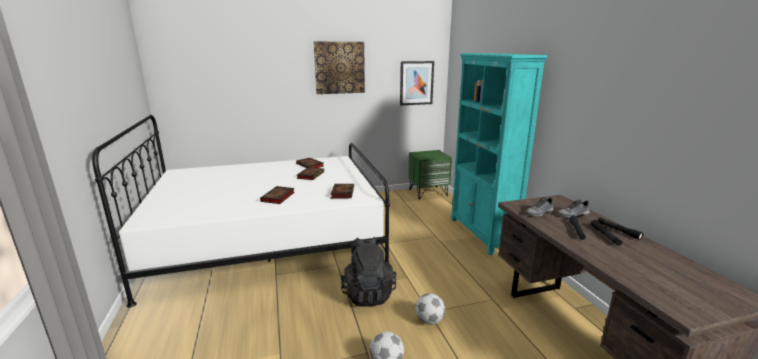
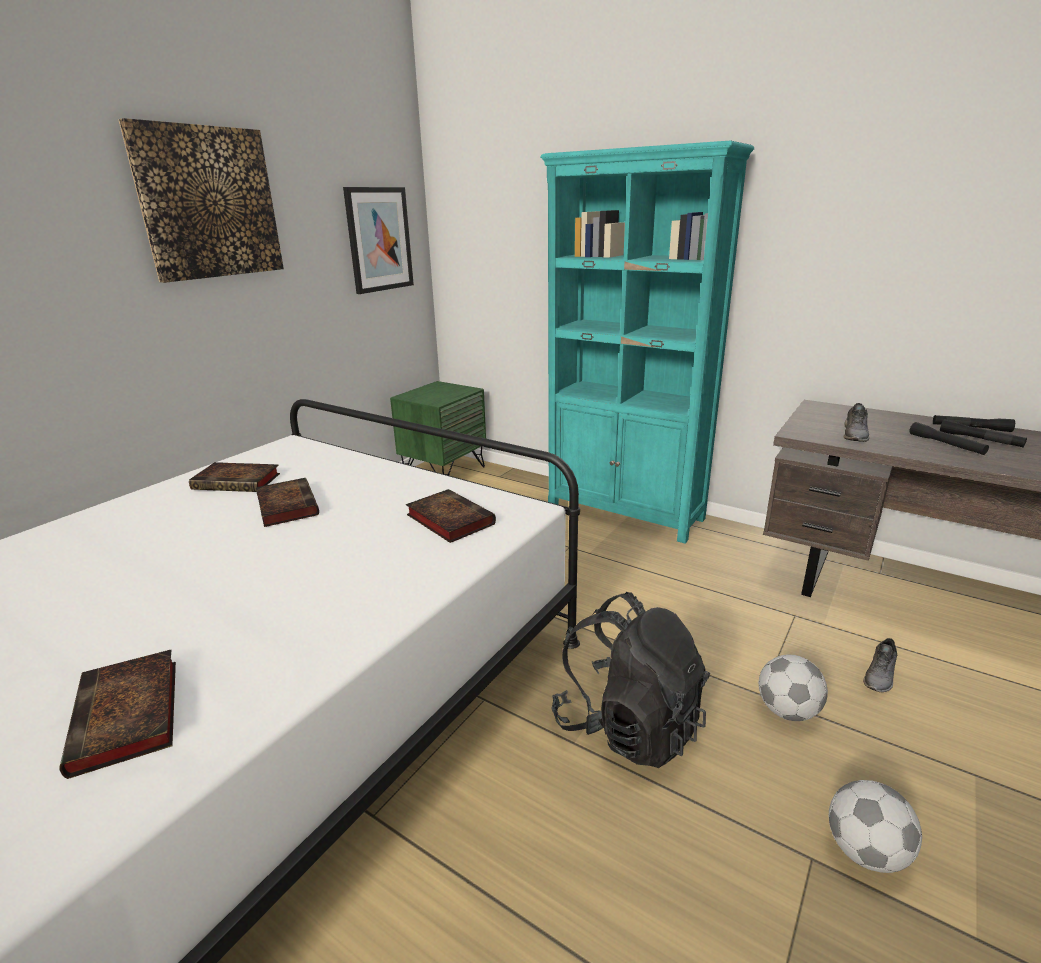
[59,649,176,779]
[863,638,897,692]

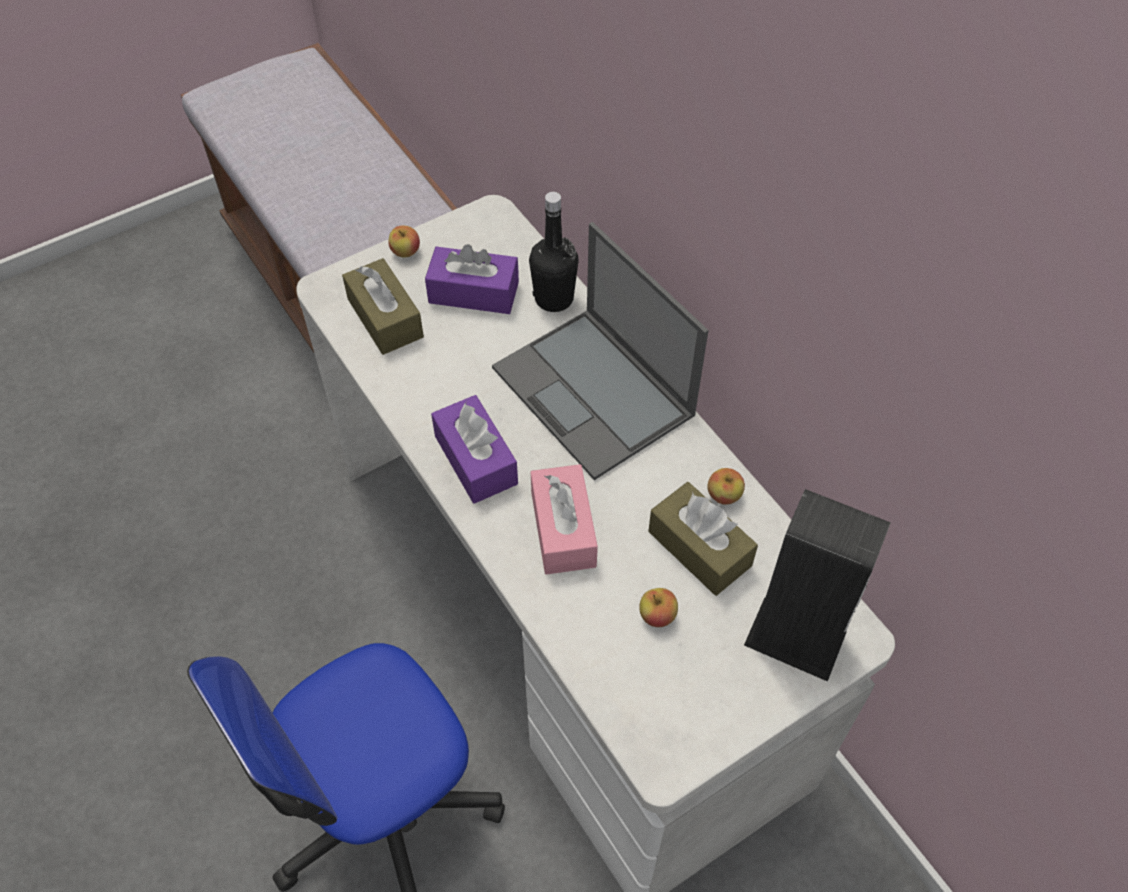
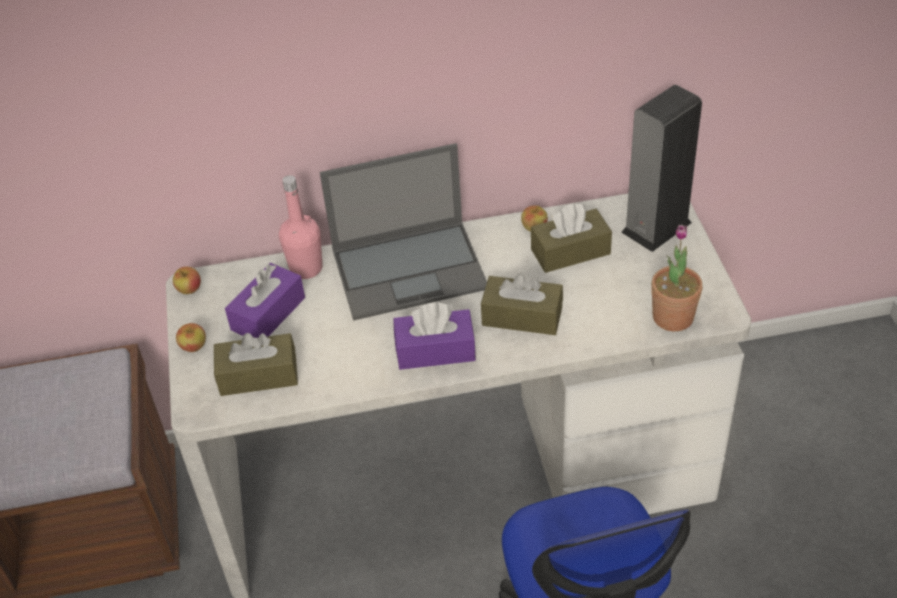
[279,175,322,279]
[481,273,563,335]
[173,267,201,294]
[651,225,703,332]

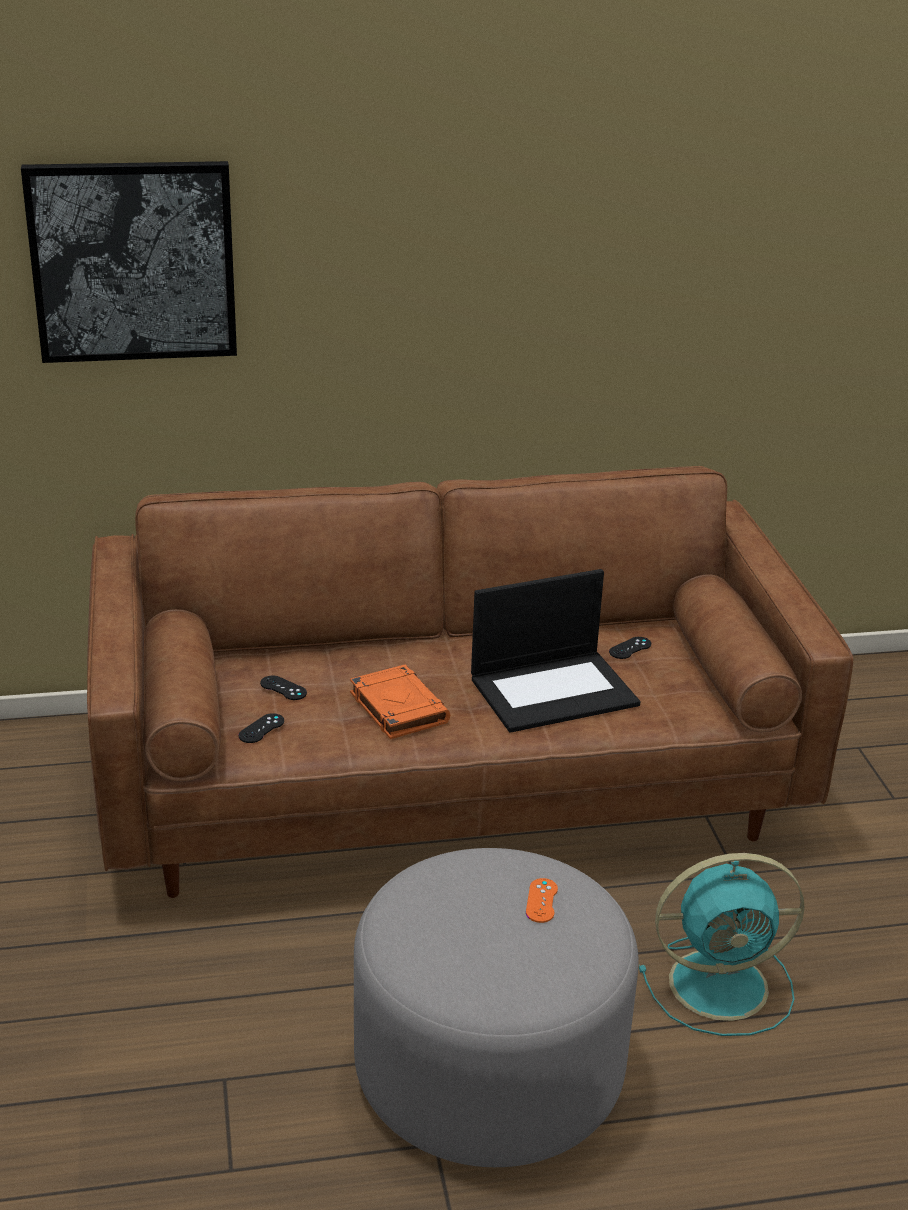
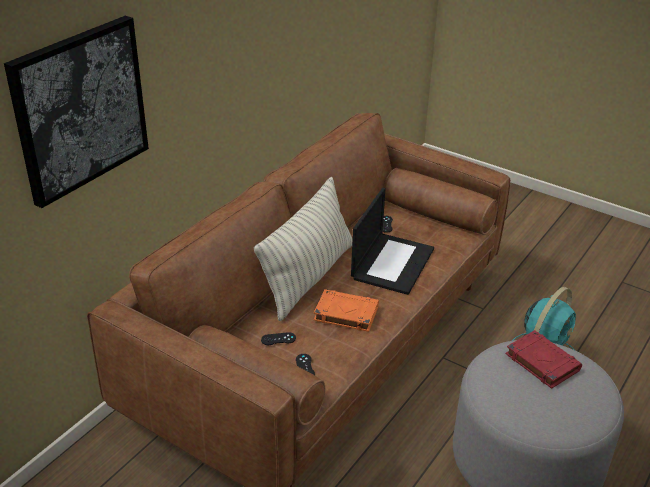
[506,330,582,389]
[254,177,352,321]

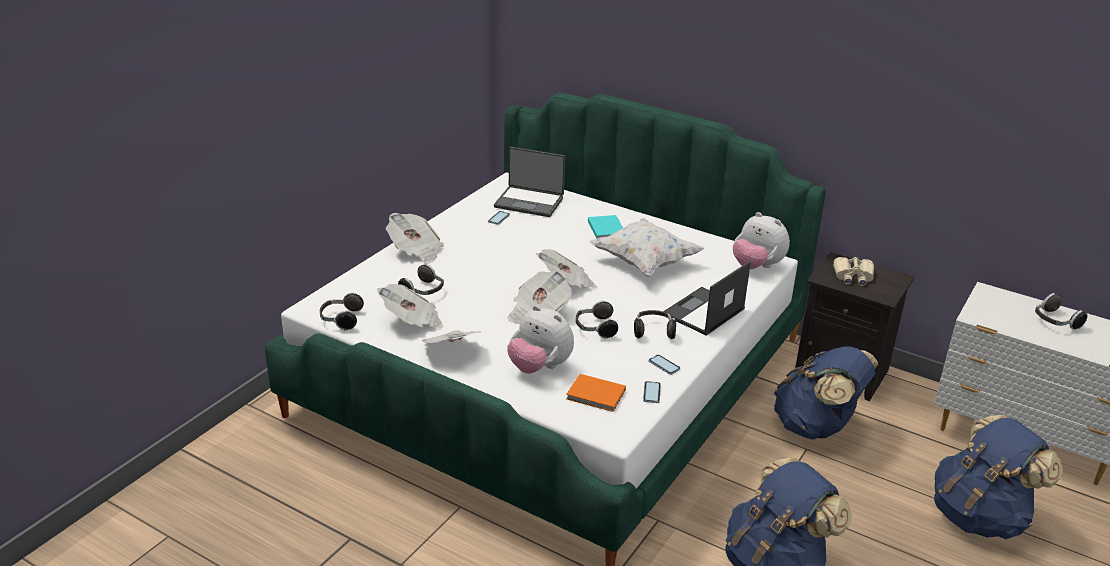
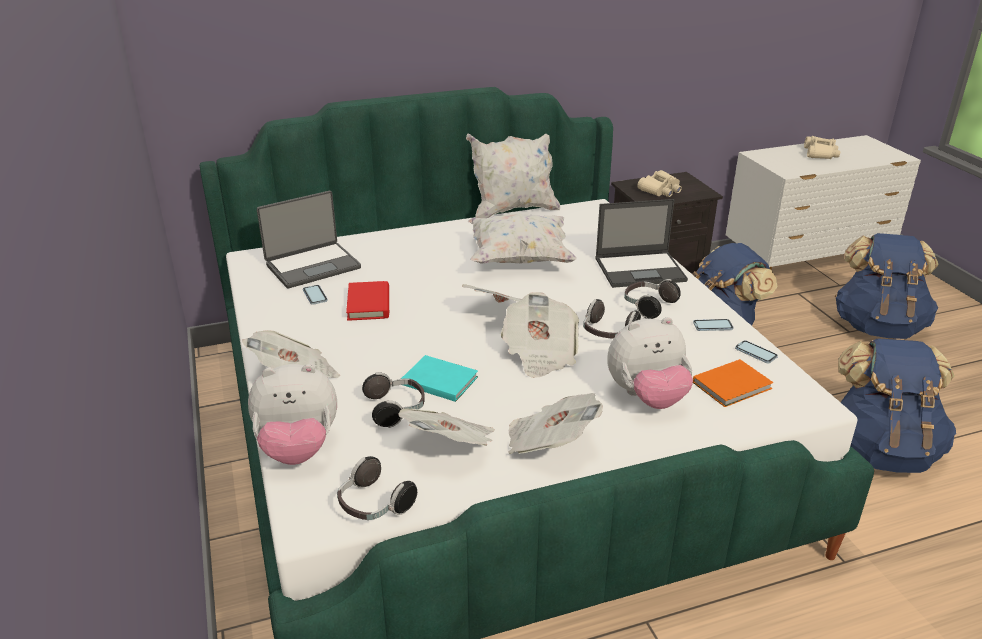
[248,364,337,465]
[401,355,478,402]
[595,199,688,288]
[804,136,840,159]
[466,133,560,218]
[346,281,389,321]

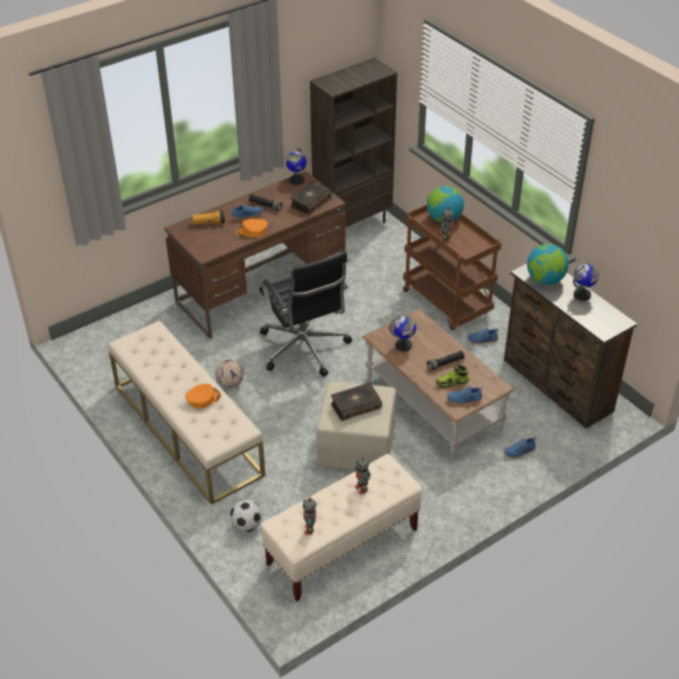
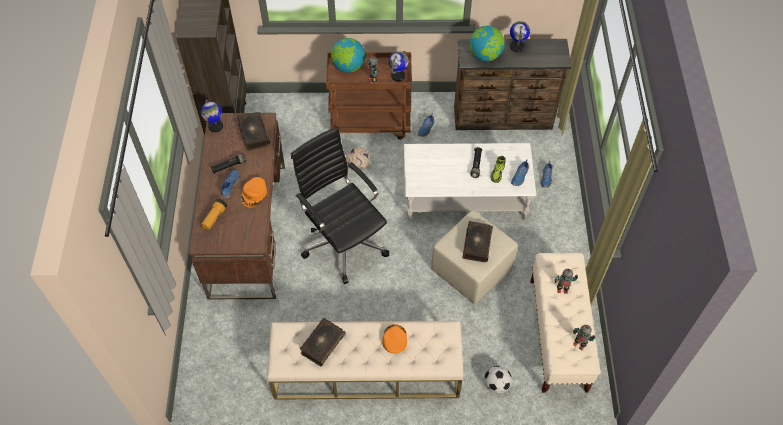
[291,127,389,284]
[404,143,536,221]
[389,51,409,81]
[346,147,370,171]
[300,318,346,366]

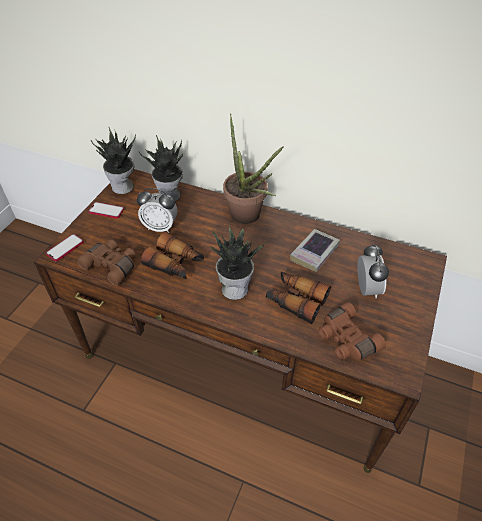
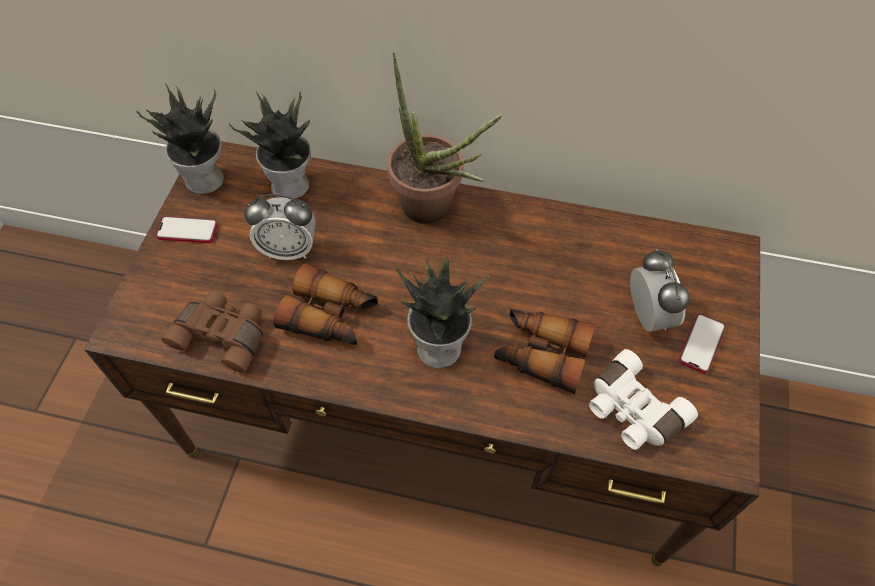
[290,229,340,272] (first image)
[679,314,726,374]
[589,349,698,450]

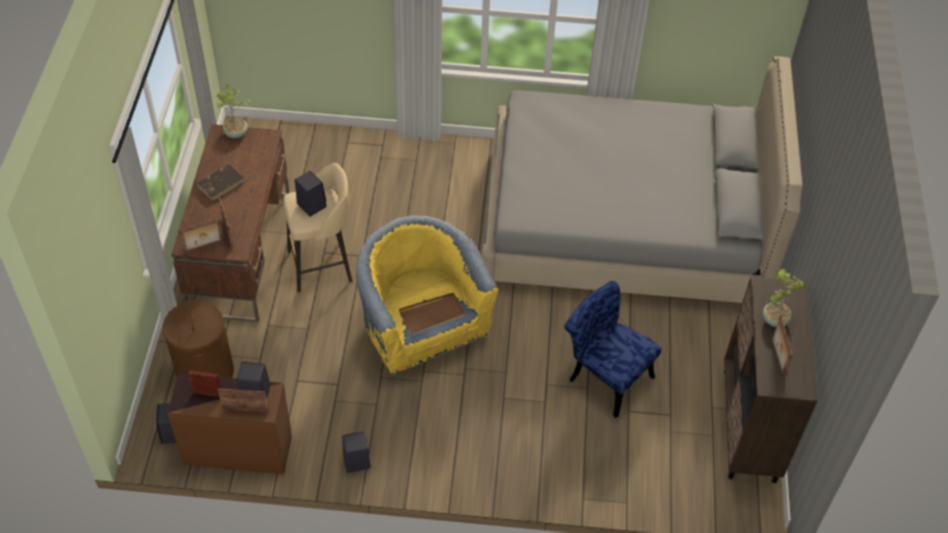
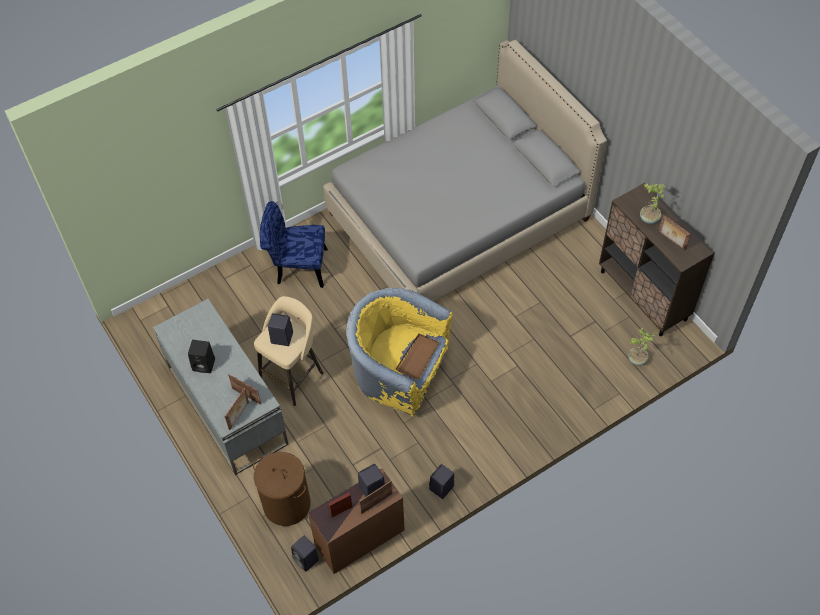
[628,328,658,366]
[153,299,289,475]
[188,340,215,373]
[260,201,328,288]

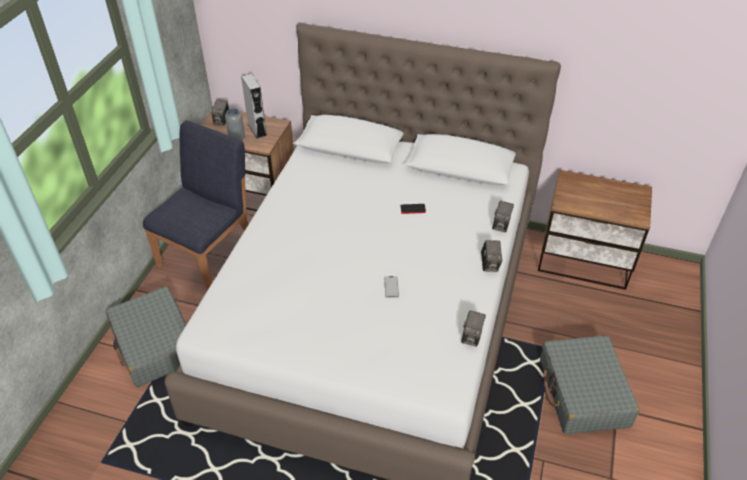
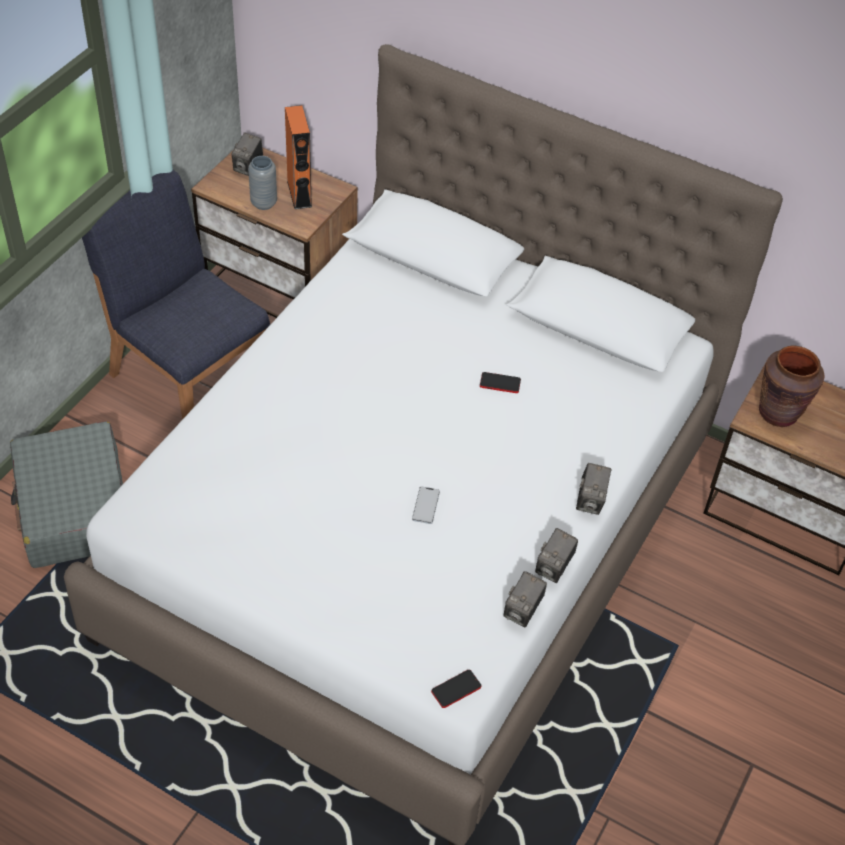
[285,105,312,209]
[82,170,270,420]
[535,528,578,583]
[540,336,639,434] (first image)
[759,345,824,427]
[431,670,482,708]

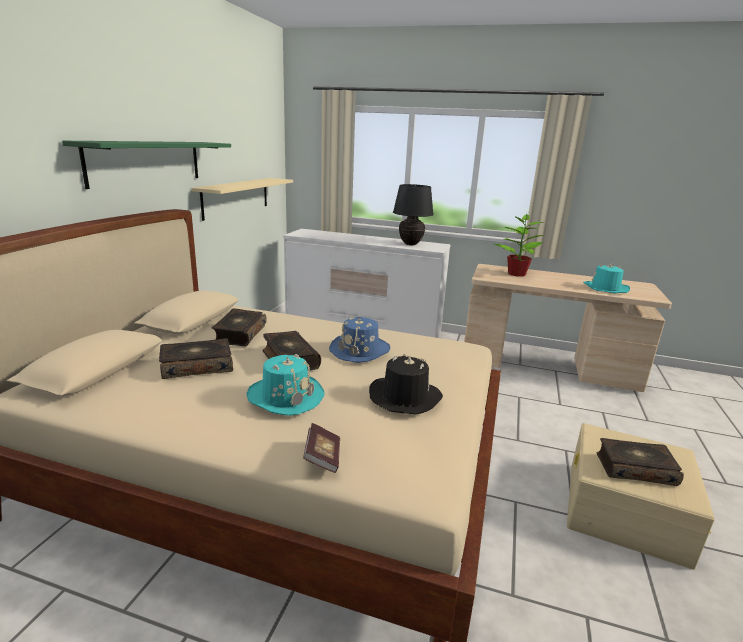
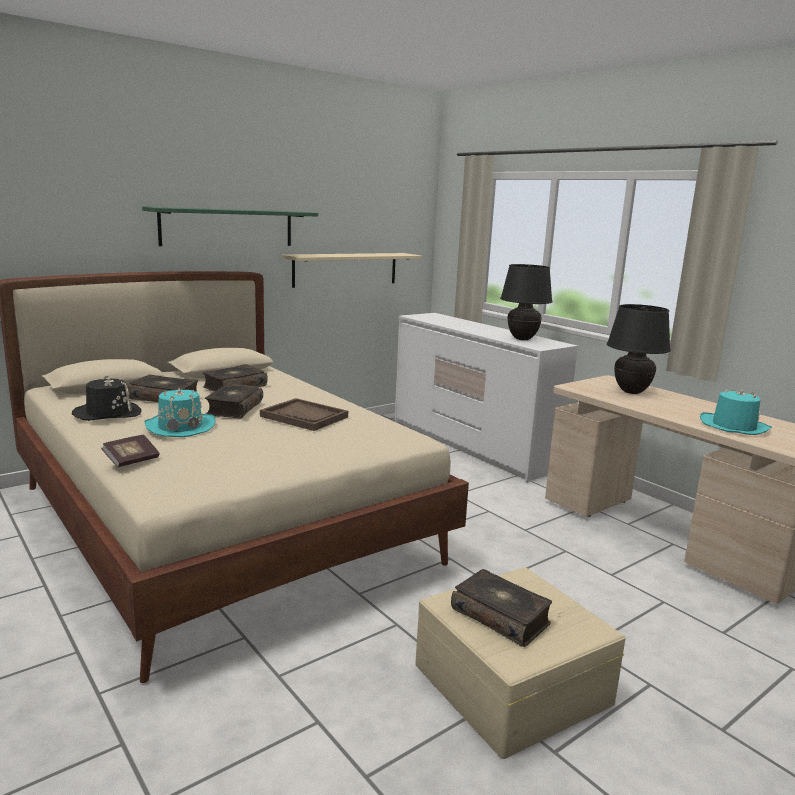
[607,304,671,394]
[260,398,348,431]
[72,375,142,421]

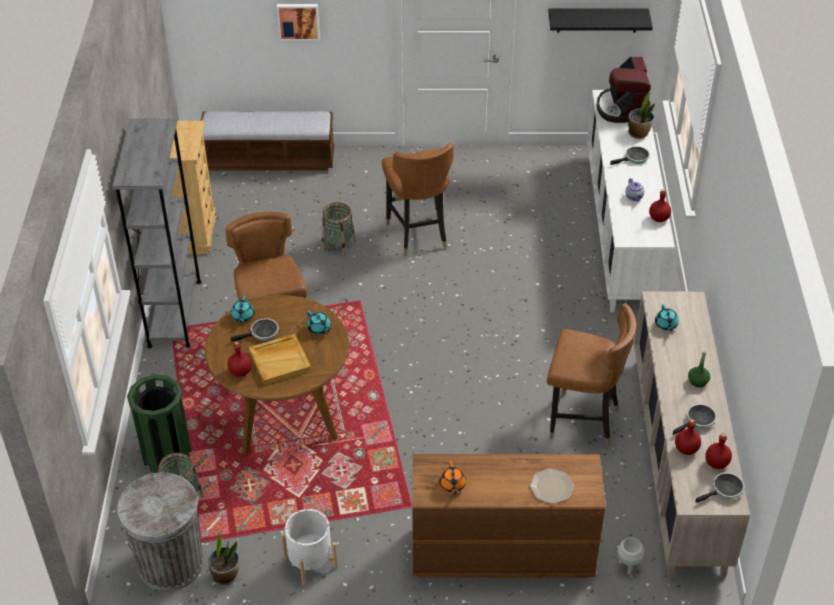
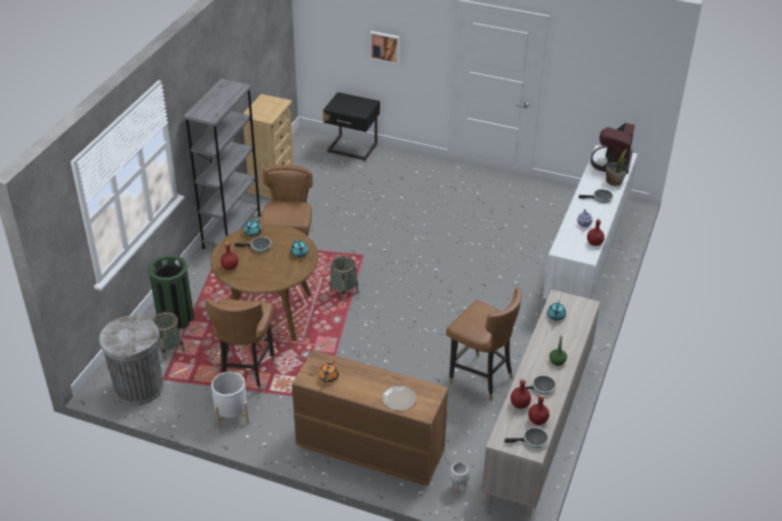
[548,9,653,33] (first image)
[323,92,380,161]
[205,298,275,393]
[329,256,359,302]
[249,334,311,385] (first image)
[208,530,240,585] (first image)

